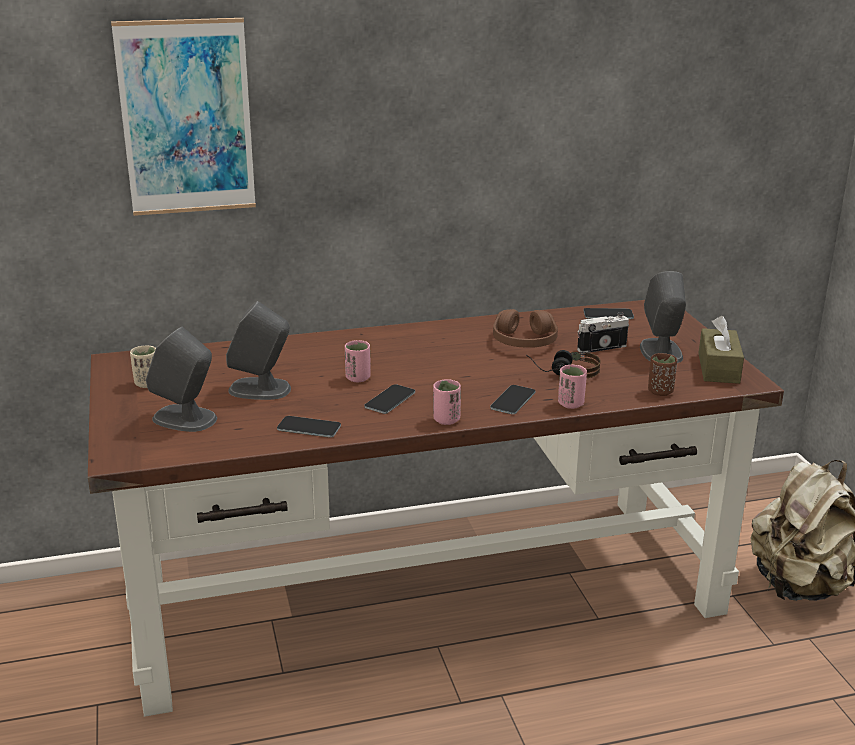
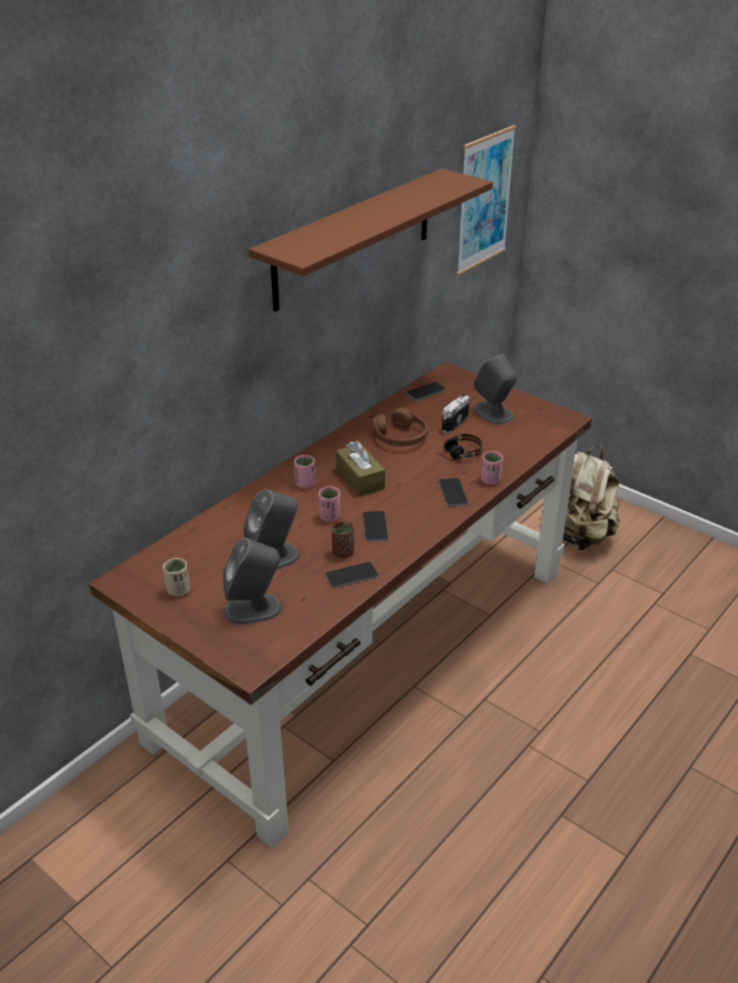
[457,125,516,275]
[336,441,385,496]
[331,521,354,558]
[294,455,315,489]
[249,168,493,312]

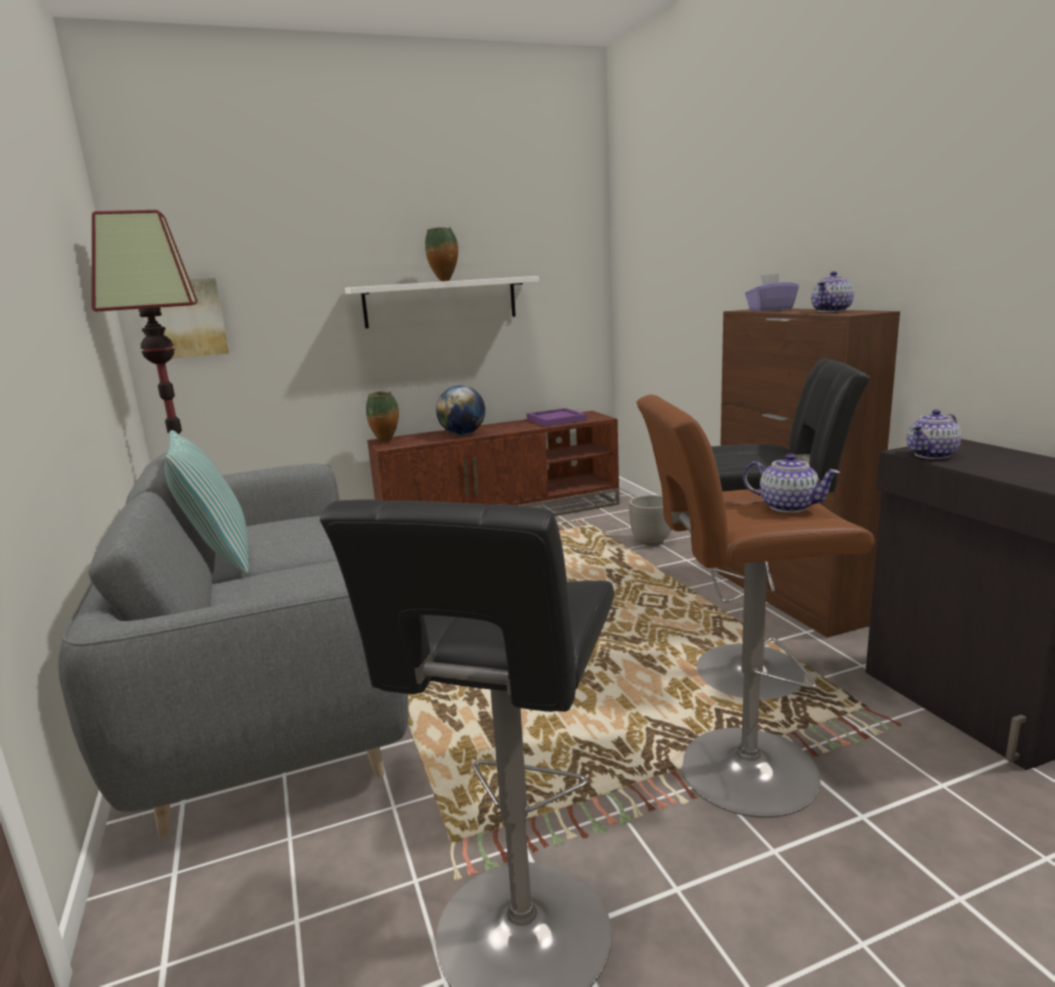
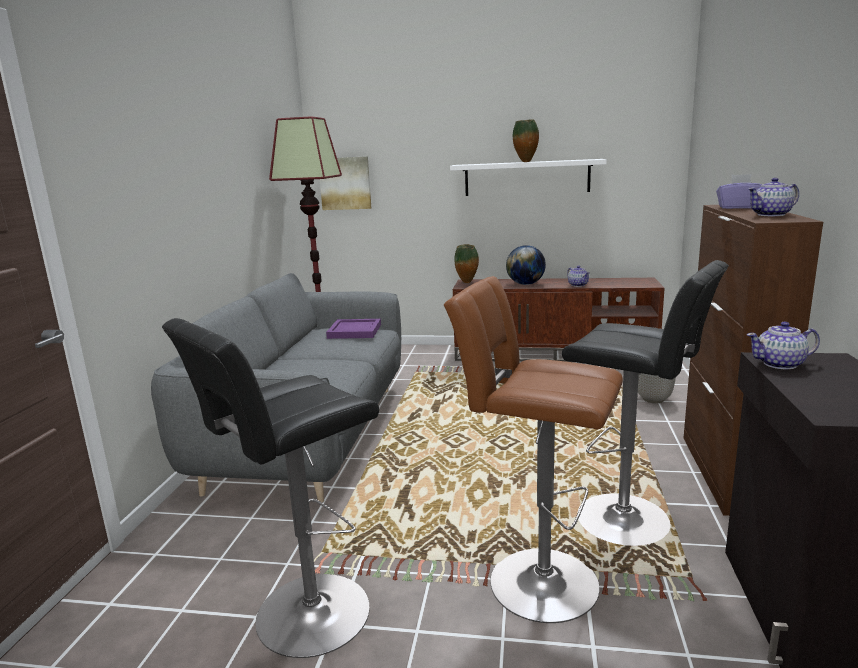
[326,319,381,339]
[164,430,249,574] (first image)
[567,266,590,287]

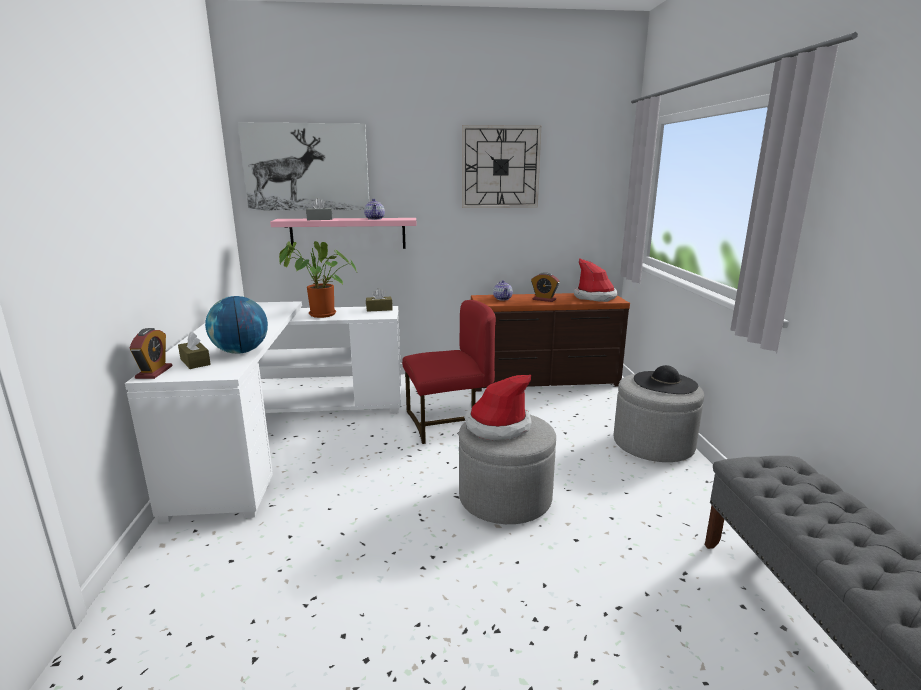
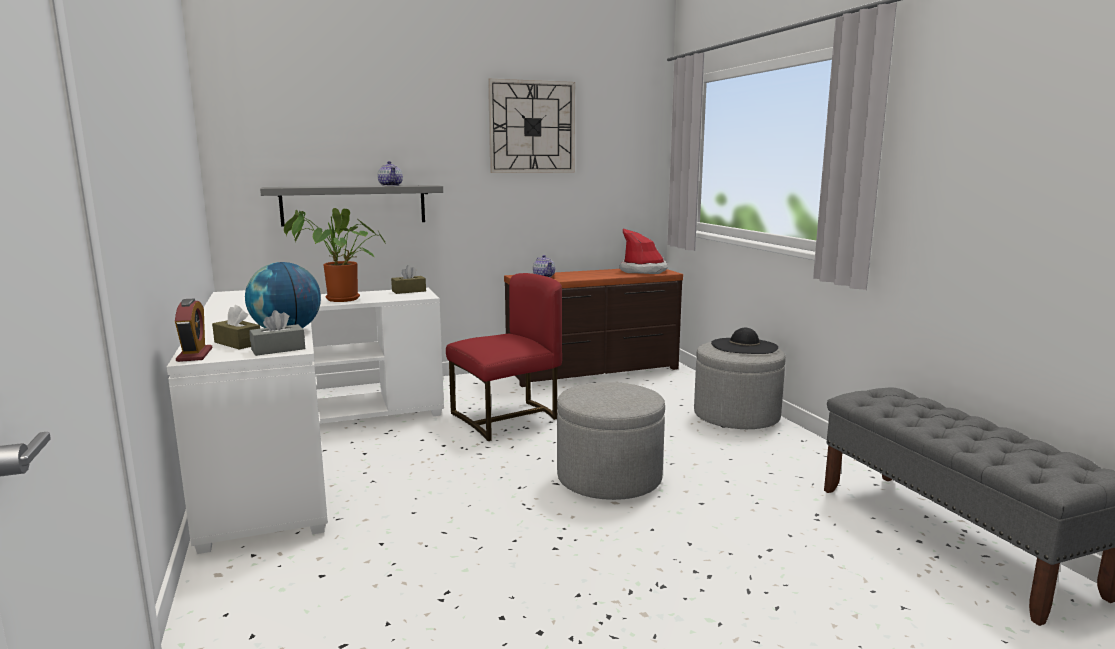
[238,123,369,211] (first image)
[249,310,305,356]
[260,185,443,226]
[531,272,560,302] (first image)
[464,375,532,440] (first image)

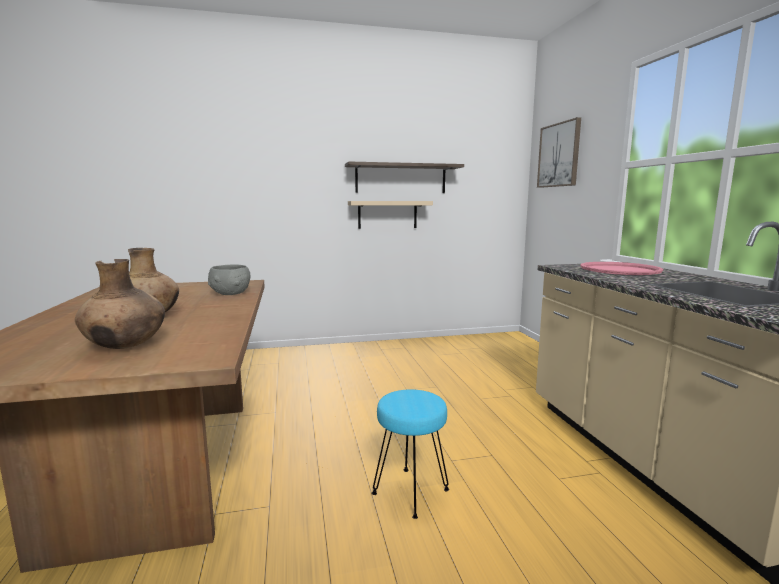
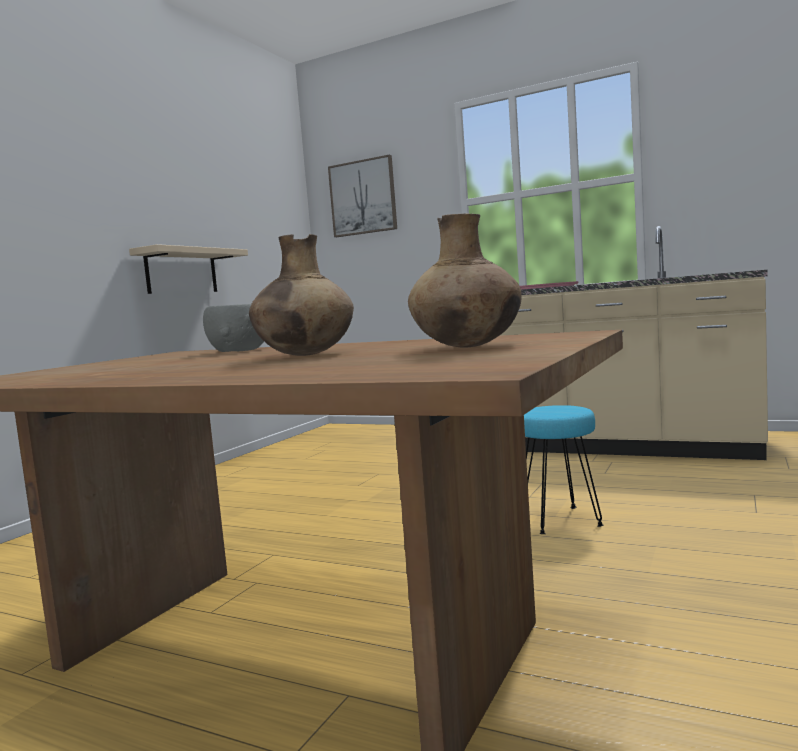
[345,161,464,193] (first image)

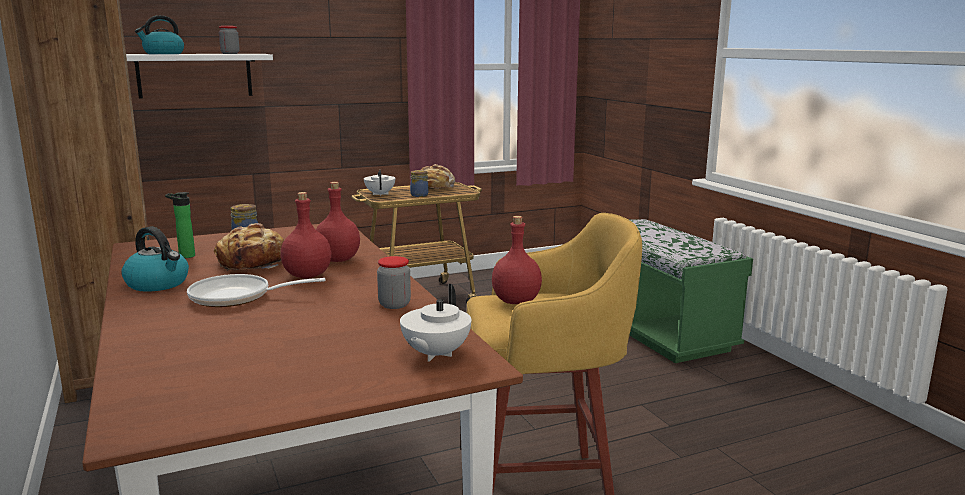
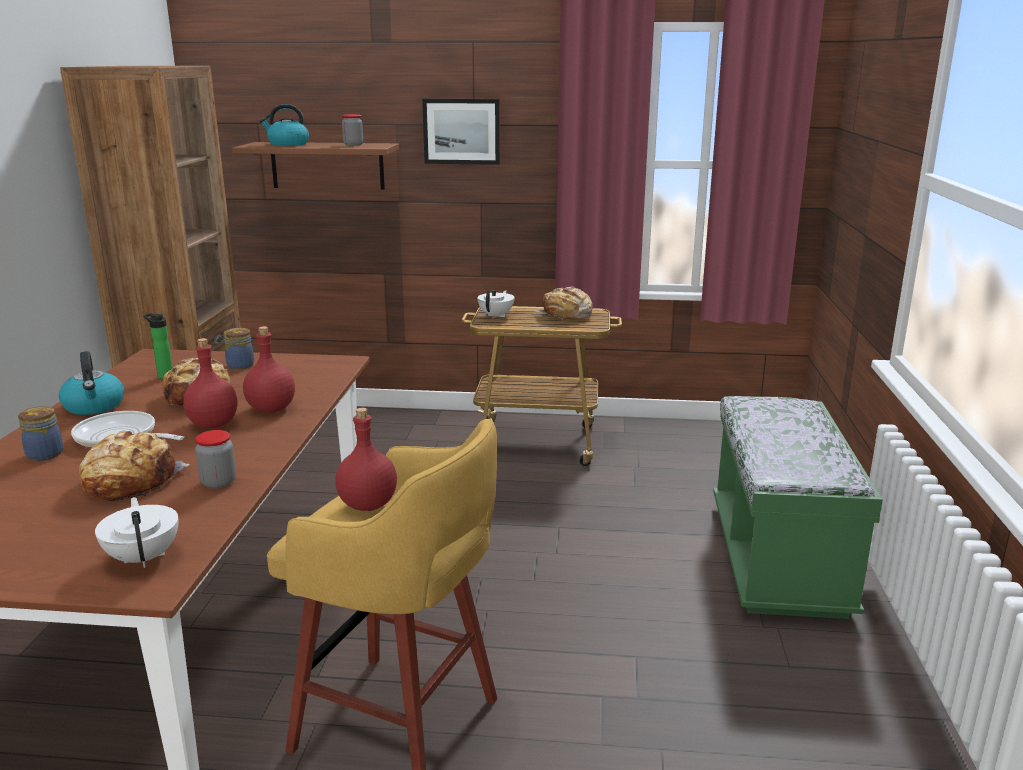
[232,142,399,190]
[18,406,63,461]
[95,497,179,568]
[422,99,500,165]
[79,431,189,501]

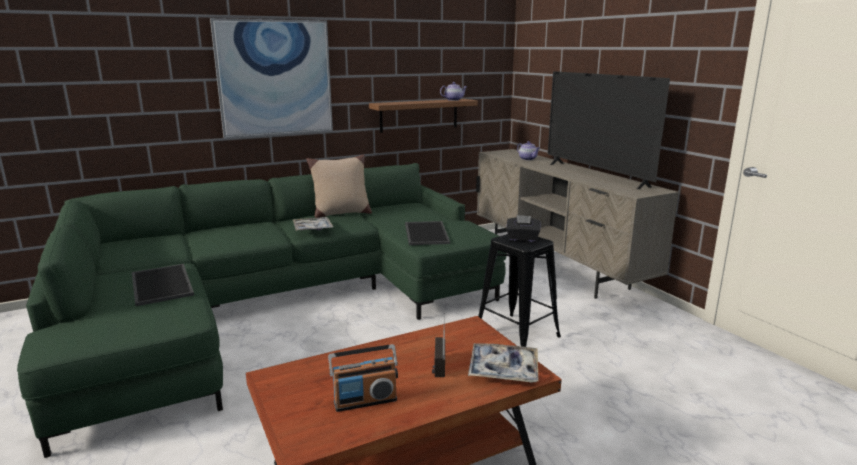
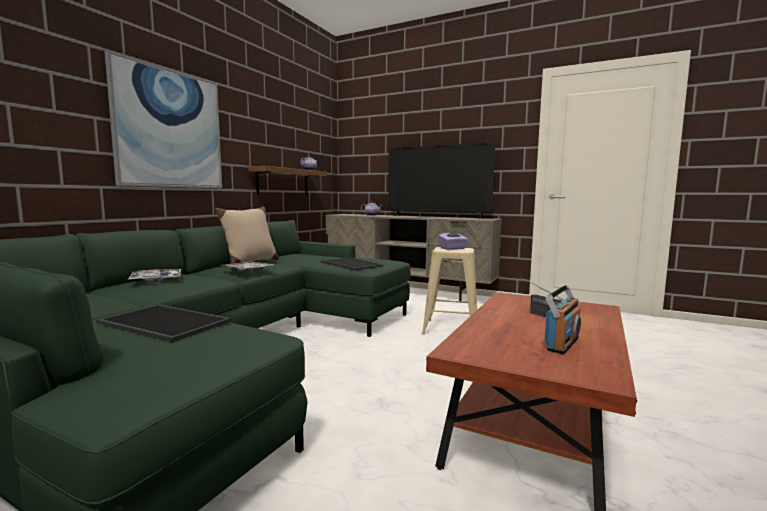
[438,229,468,250]
[422,247,477,335]
[128,269,181,282]

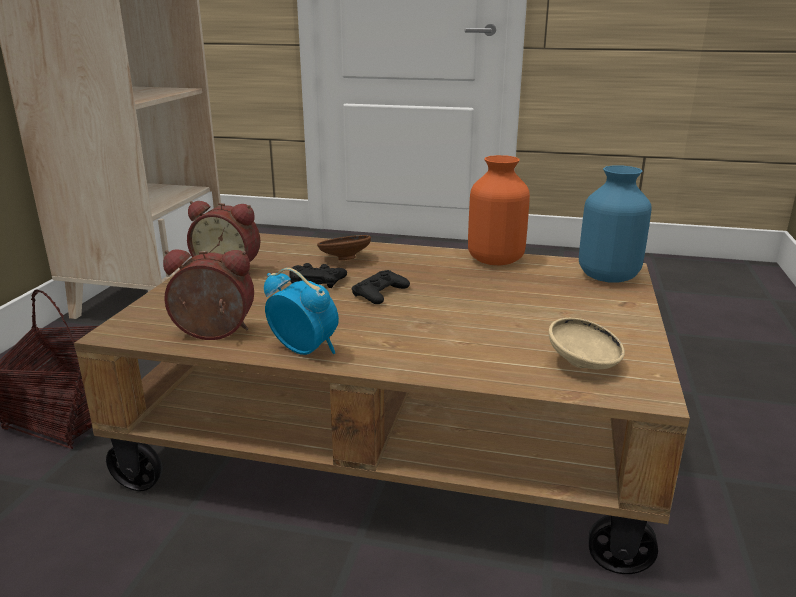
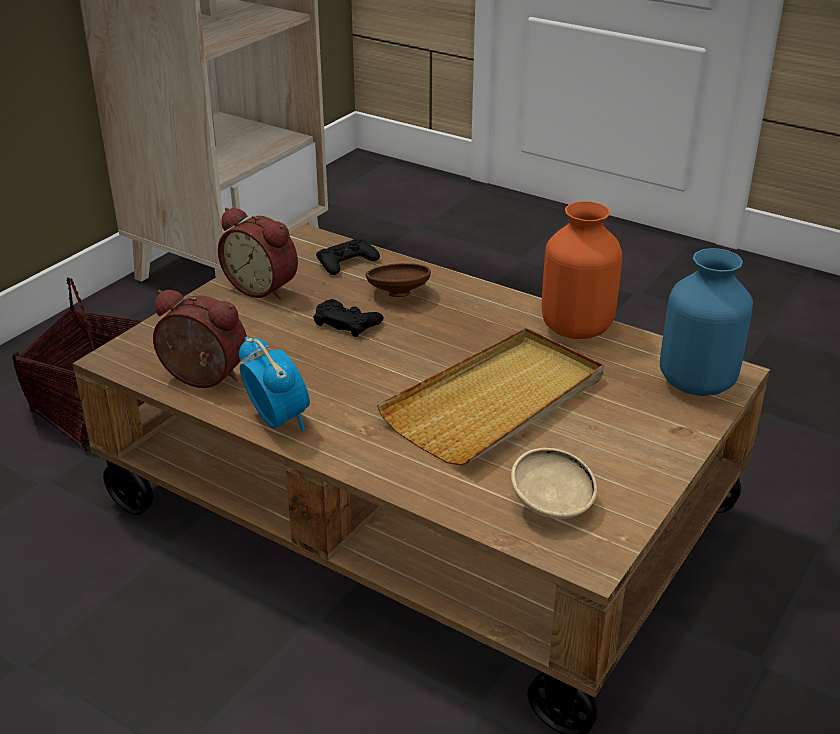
[316,238,380,275]
[377,328,604,465]

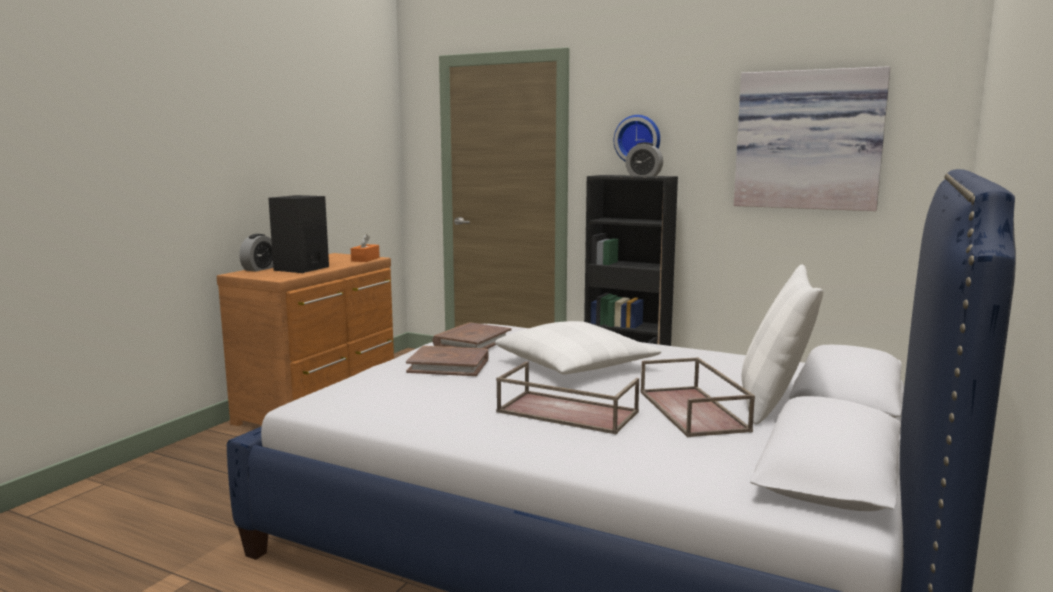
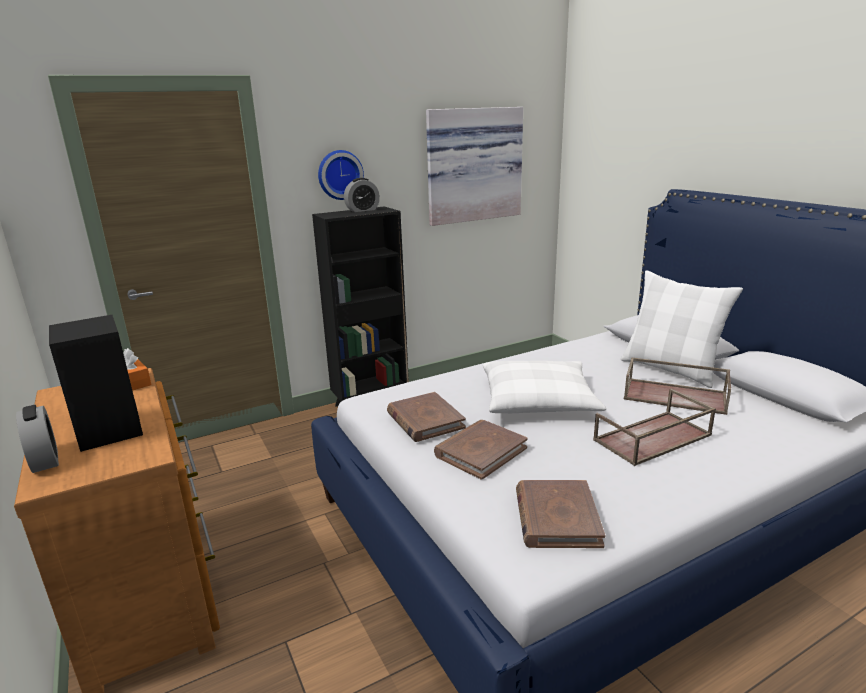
[516,480,605,548]

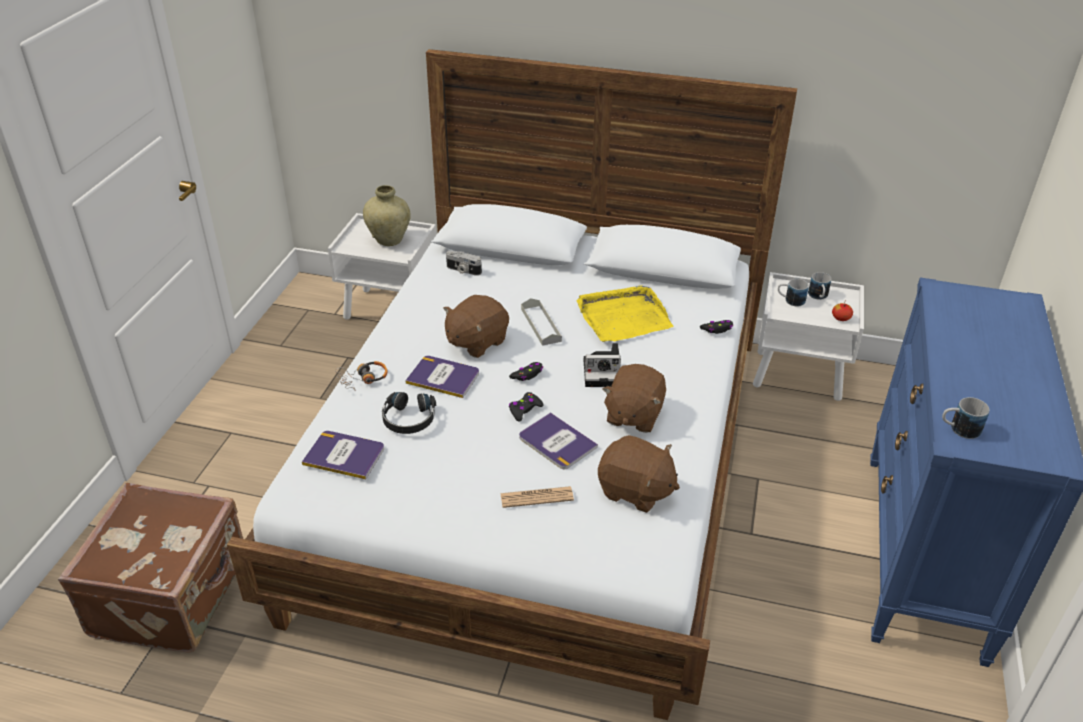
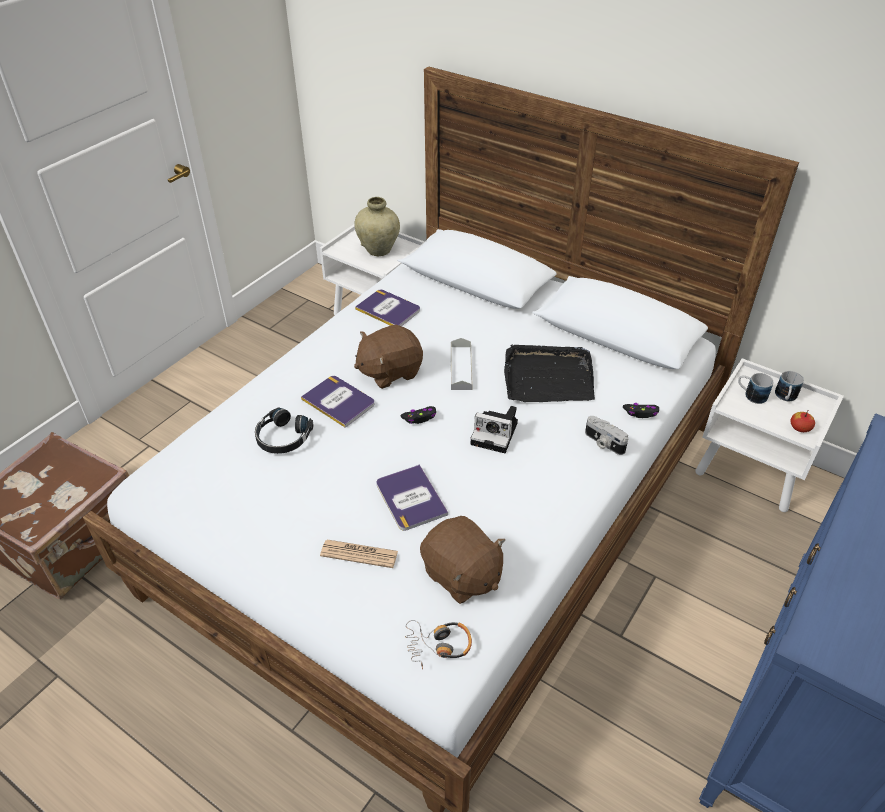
[585,416,628,455]
[504,345,595,402]
[405,620,472,669]
[602,364,666,433] (first image)
[509,392,544,422] (first image)
[942,397,990,439] (first image)
[355,290,420,326]

